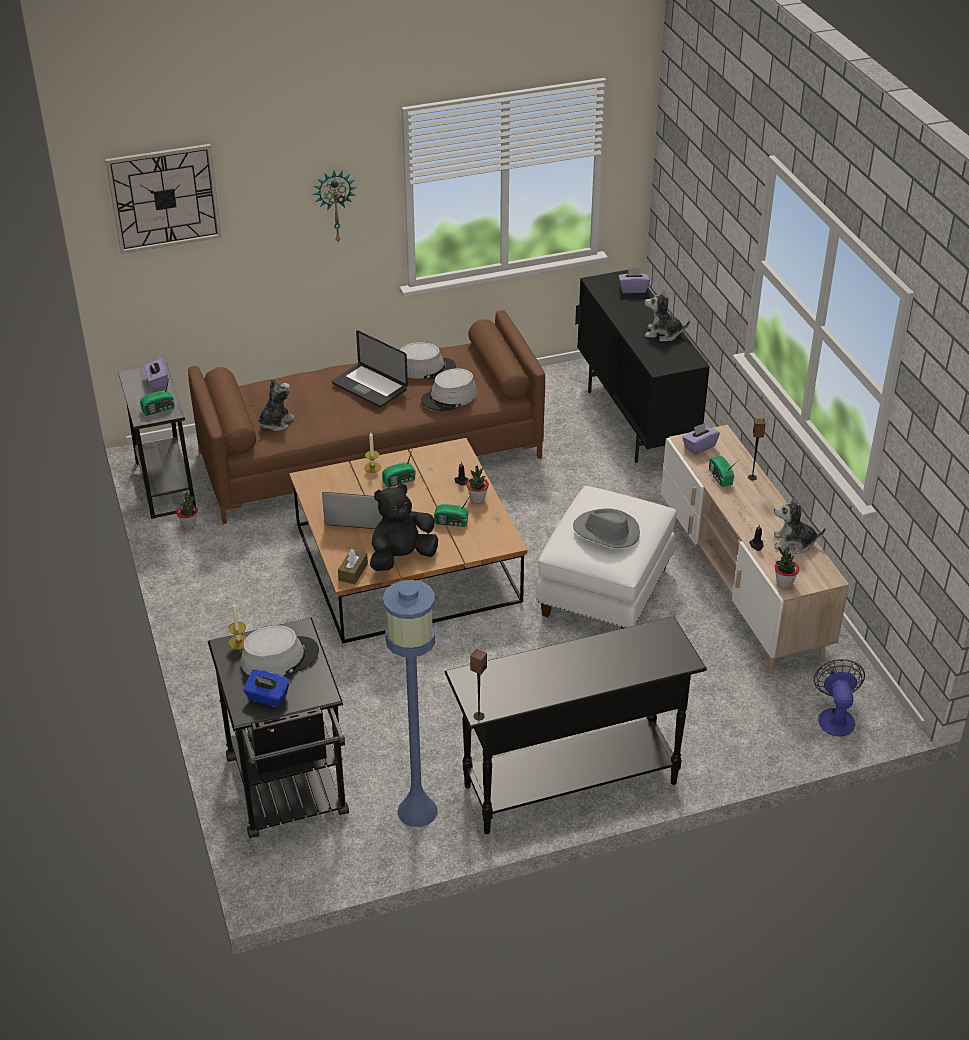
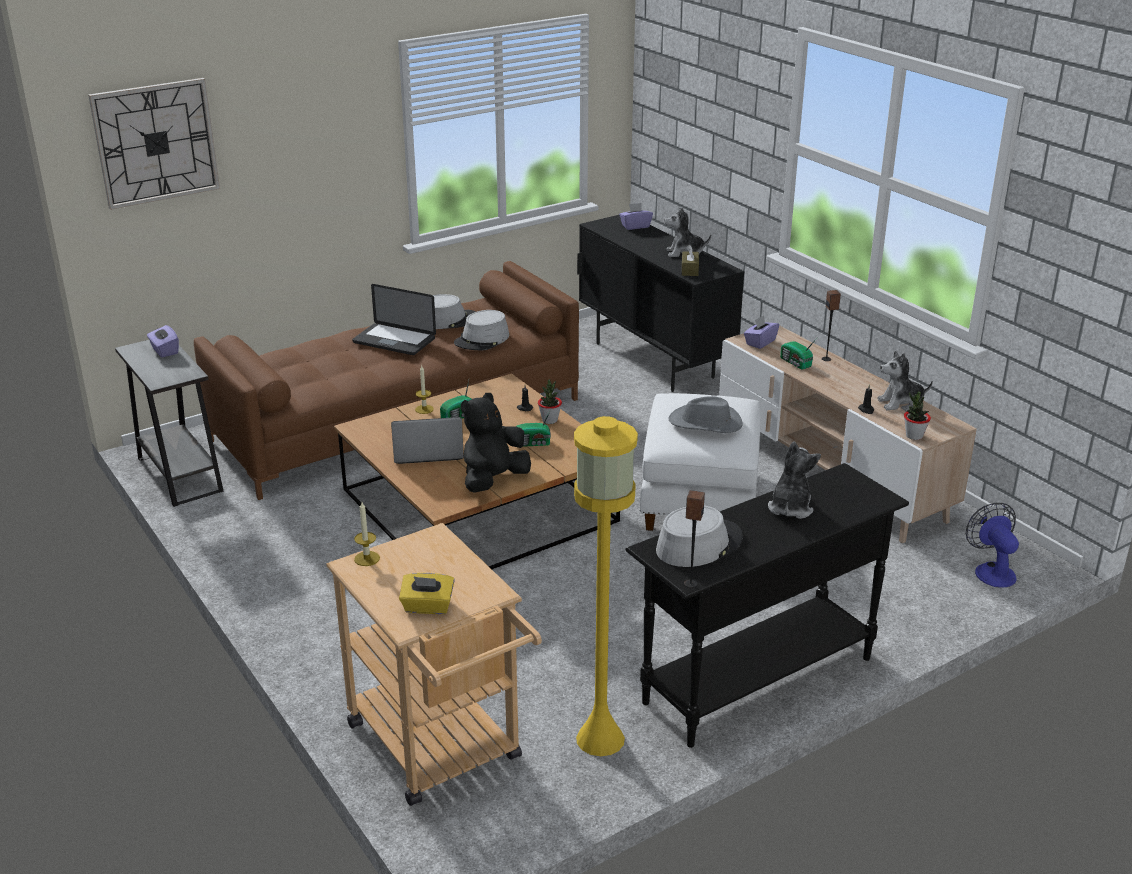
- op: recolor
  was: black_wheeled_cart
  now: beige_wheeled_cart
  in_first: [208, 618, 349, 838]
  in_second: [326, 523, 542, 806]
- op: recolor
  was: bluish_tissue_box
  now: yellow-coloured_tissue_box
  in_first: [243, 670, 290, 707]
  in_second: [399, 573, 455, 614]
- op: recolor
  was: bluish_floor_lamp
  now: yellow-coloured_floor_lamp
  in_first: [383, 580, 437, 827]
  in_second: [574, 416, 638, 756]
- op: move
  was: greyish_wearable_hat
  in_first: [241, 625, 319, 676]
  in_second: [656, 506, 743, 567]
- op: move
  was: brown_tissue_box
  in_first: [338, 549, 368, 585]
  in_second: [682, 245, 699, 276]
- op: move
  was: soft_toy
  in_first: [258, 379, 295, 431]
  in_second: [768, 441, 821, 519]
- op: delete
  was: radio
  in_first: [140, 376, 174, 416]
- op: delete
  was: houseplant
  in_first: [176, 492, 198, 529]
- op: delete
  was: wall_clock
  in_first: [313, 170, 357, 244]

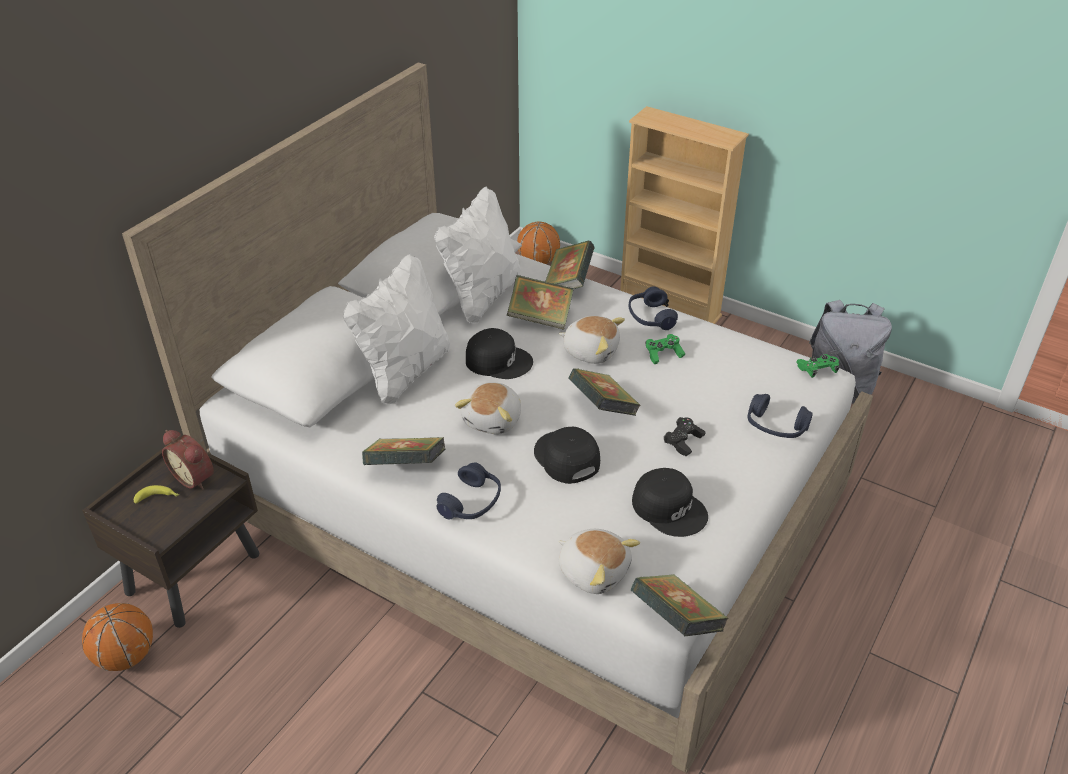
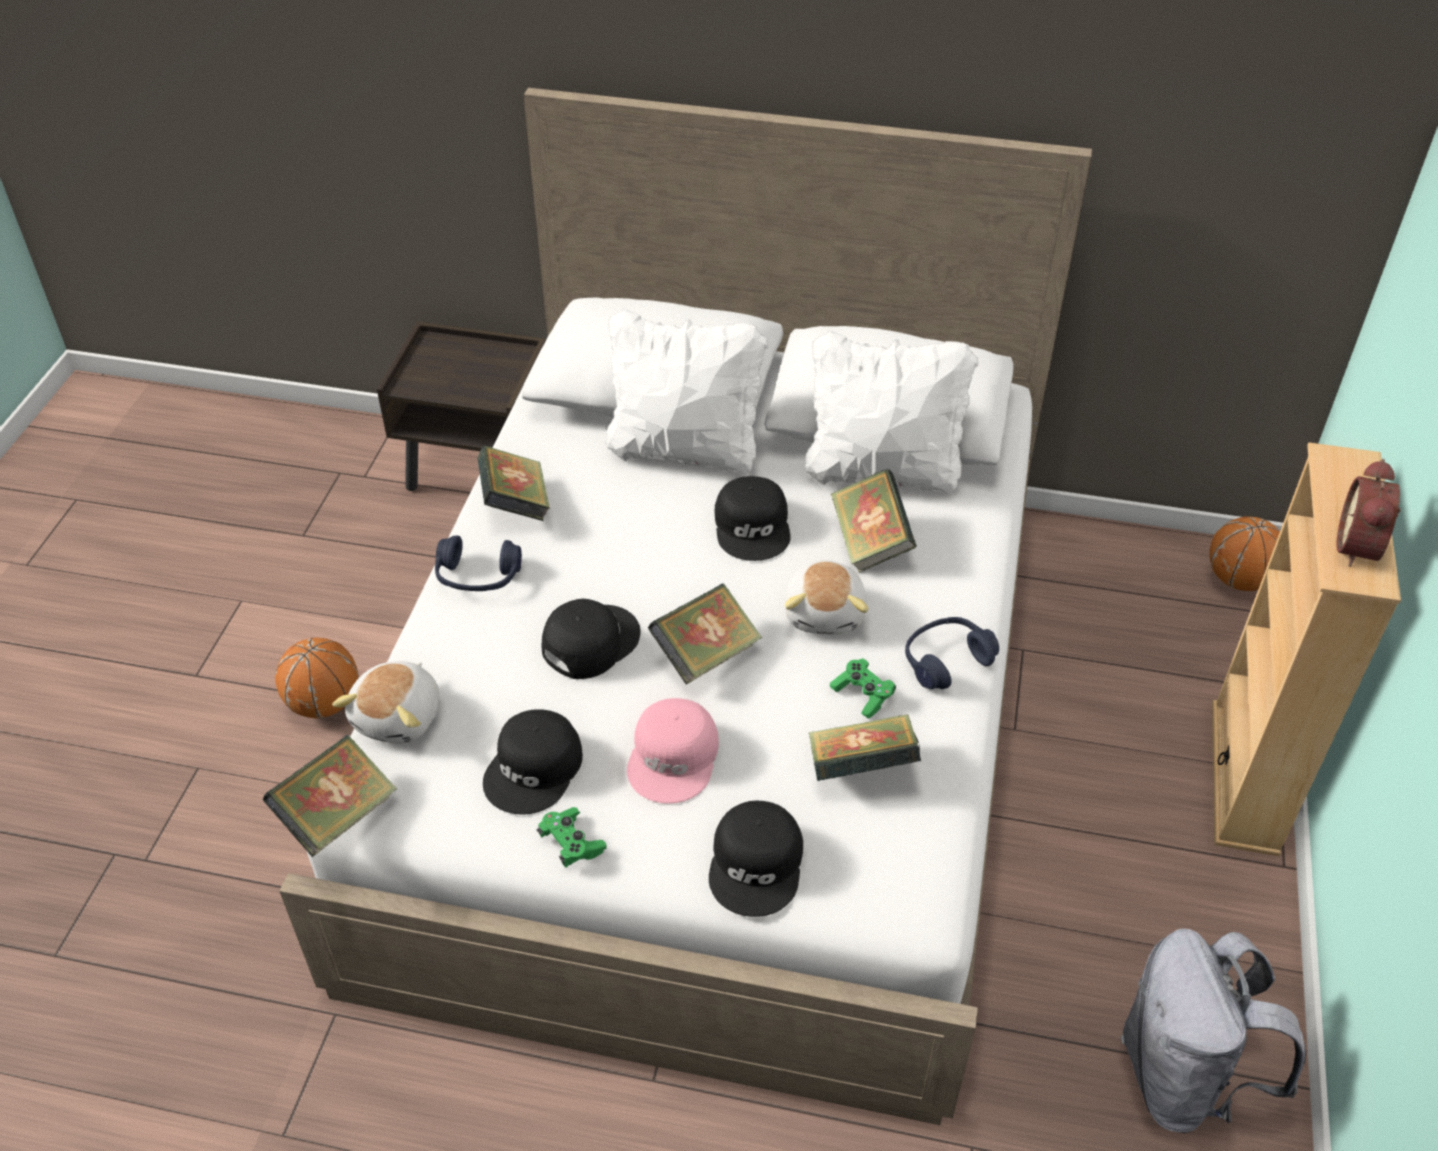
- op: move
  was: basketball
  in_first: [82, 603, 153, 671]
  in_second: [275, 637, 359, 718]
- op: move
  was: green_joypad
  in_first: [797, 354, 839, 378]
  in_second: [537, 807, 607, 867]
- op: replace
  was: black_joypad
  now: pink-coloured_baseball_cap
  in_first: [664, 417, 706, 456]
  in_second: [627, 698, 719, 804]
- op: replace
  was: bluish_headset
  now: black_baseball_cap
  in_first: [748, 394, 813, 438]
  in_second: [709, 801, 803, 917]
- op: move
  was: bound_book
  in_first: [545, 240, 595, 289]
  in_second: [809, 714, 921, 781]
- op: move
  was: table_clock
  in_first: [162, 430, 214, 490]
  in_second: [1336, 459, 1401, 567]
- op: delete
  was: whole_banana
  in_first: [134, 485, 179, 504]
- op: delete
  was: soft_toy
  in_first: [455, 382, 521, 434]

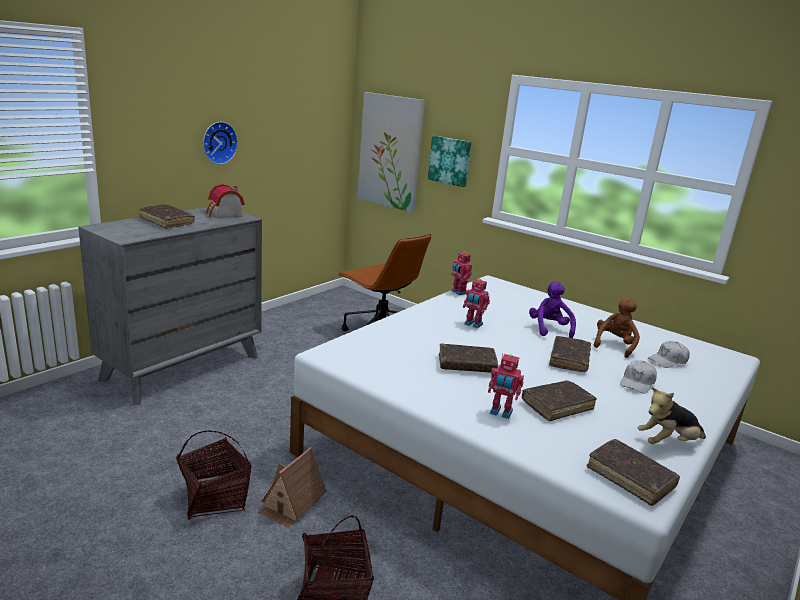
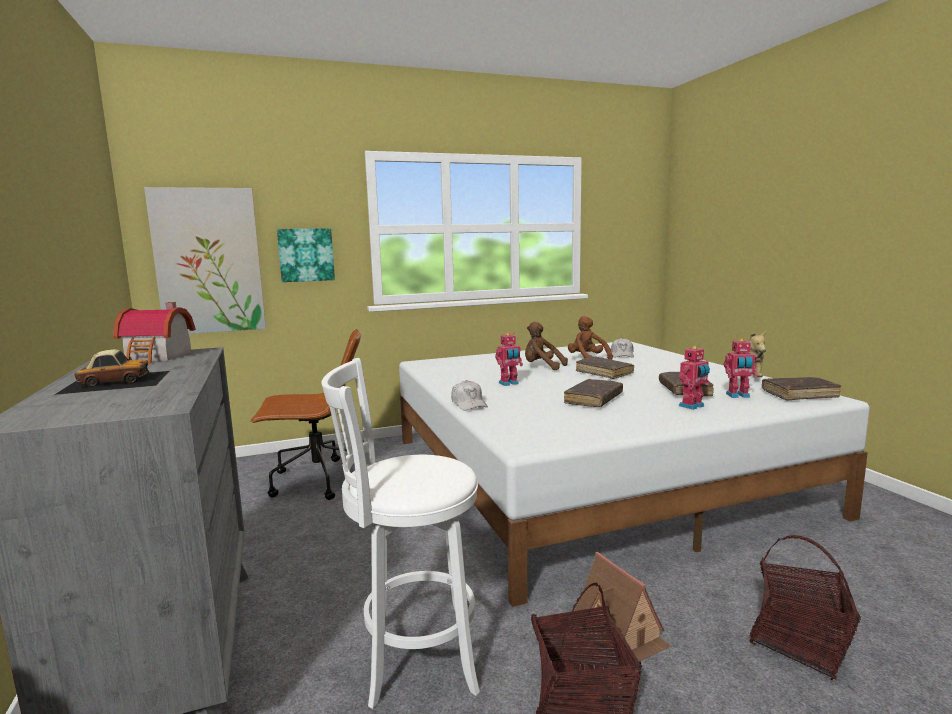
- op: replace
  was: brown_bound_book
  now: model_car
  in_first: [140, 204, 195, 229]
  in_second: [54, 349, 169, 395]
- op: insert
  now: white_stool_seat
  in_second: [322, 358, 480, 709]
- op: move
  was: white_baseball_cap
  in_first: [620, 360, 657, 394]
  in_second: [451, 380, 488, 411]
- op: recolor
  was: purplish_soft_toy
  now: brown_soft_toy
  in_first: [529, 281, 576, 338]
  in_second: [525, 321, 568, 370]
- op: move
  was: model_robot
  in_first: [450, 251, 472, 295]
  in_second: [724, 339, 757, 398]
- op: delete
  was: wall_clock
  in_first: [203, 122, 238, 164]

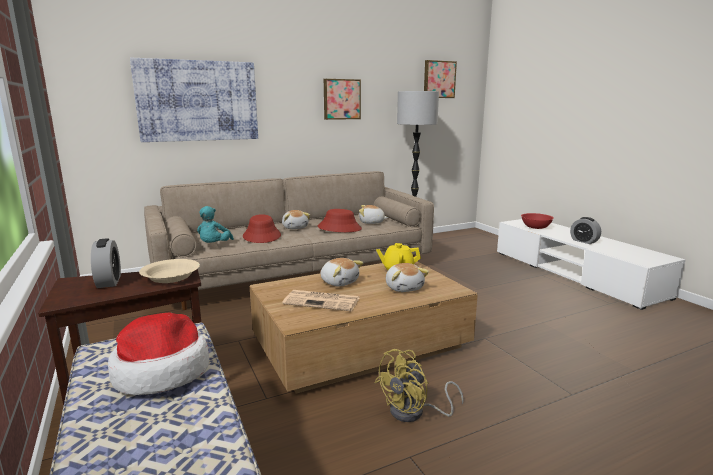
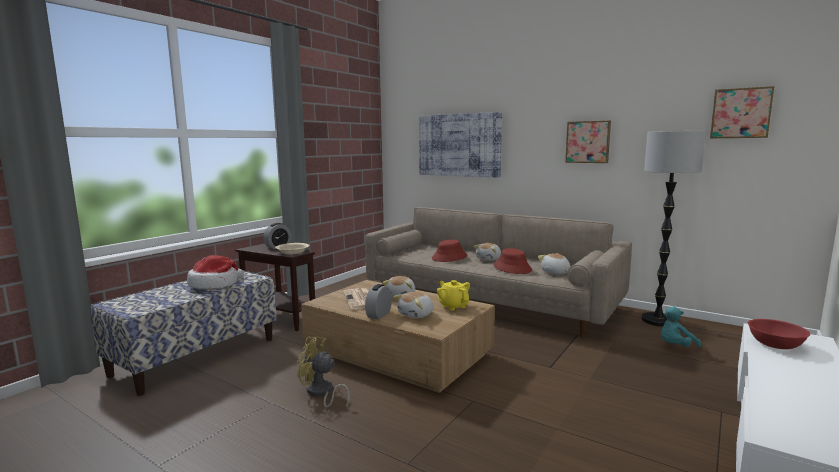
- op: move
  was: table_clock
  in_first: [570, 217, 601, 244]
  in_second: [365, 284, 392, 320]
- op: move
  was: turquoise_soft_toy
  in_first: [197, 206, 234, 243]
  in_second: [661, 306, 701, 347]

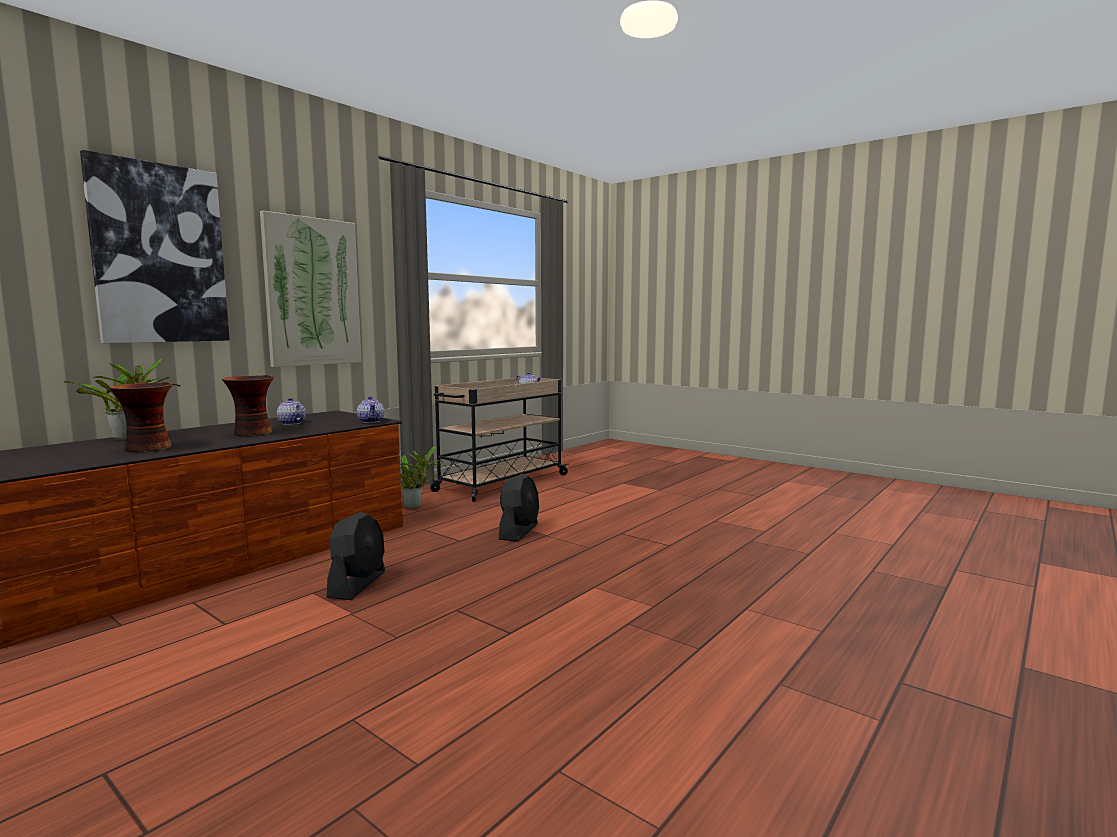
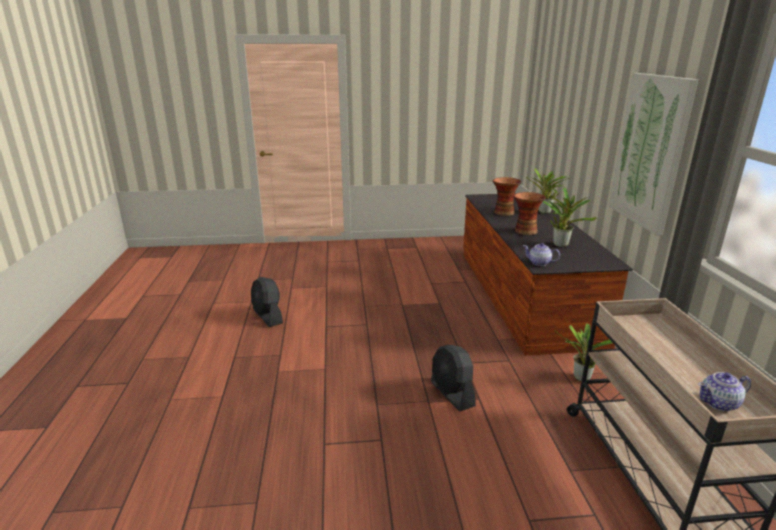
- op: move
  was: black_cooling_fan
  in_first: [327, 511, 385, 600]
  in_second: [251, 277, 283, 327]
- op: replace
  was: pot_for_tea
  now: houseplant
  in_first: [277, 398, 306, 425]
  in_second: [543, 187, 597, 247]
- op: delete
  was: wall_art
  in_first: [80, 150, 230, 343]

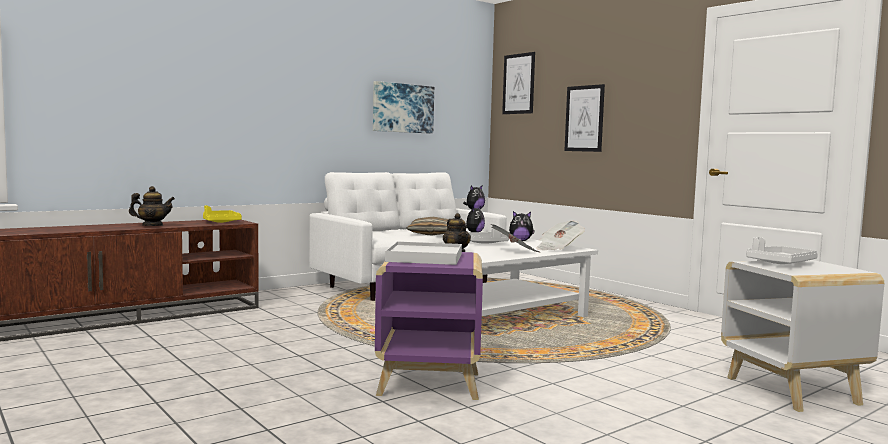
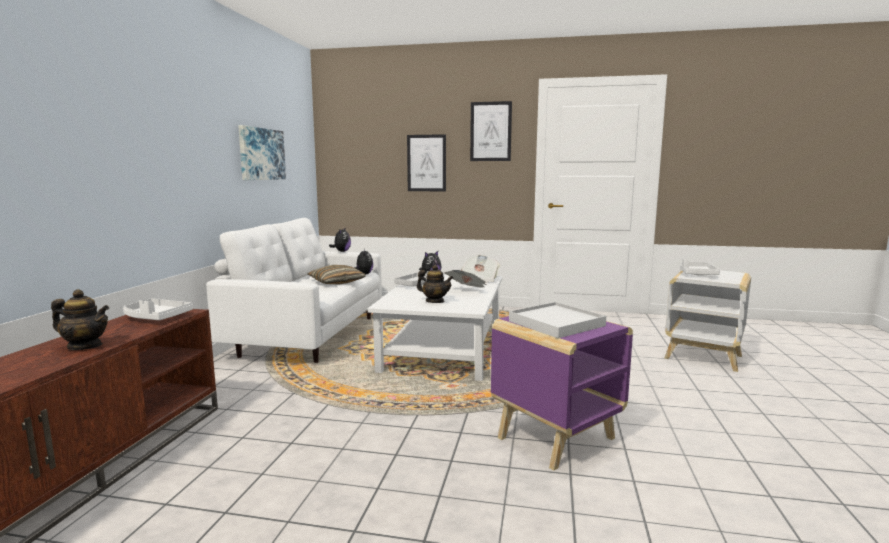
- op: rotate
  was: pot_for_tea
  in_first: [129, 186, 175, 226]
  in_second: [51, 289, 109, 350]
  clockwise: 60
- op: recolor
  was: yellow-coloured_carrying_tray
  now: white_carrying_tray
  in_first: [203, 206, 242, 223]
  in_second: [123, 299, 193, 320]
- op: move
  was: wall_art
  in_first: [502, 52, 535, 114]
  in_second: [470, 101, 512, 161]

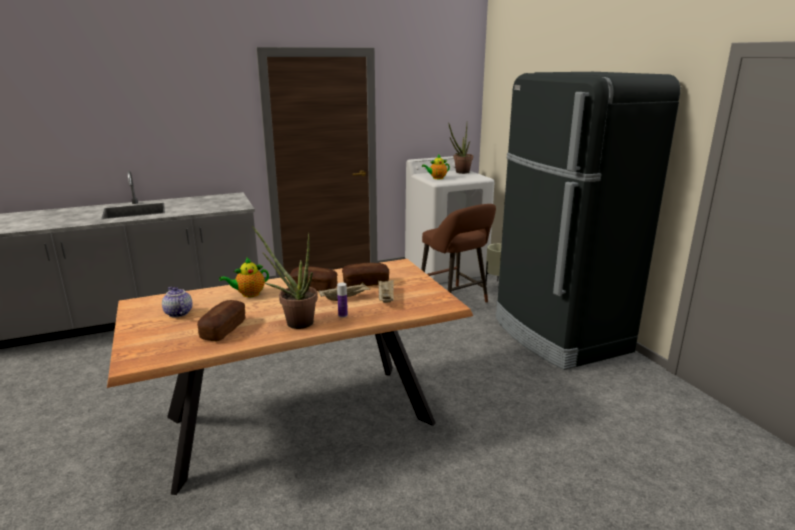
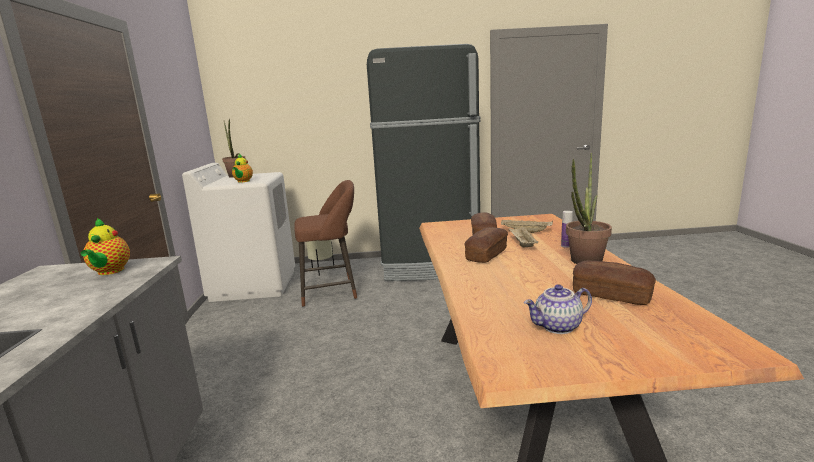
- op: move
  was: pot_for_tea
  in_first: [219, 257, 269, 297]
  in_second: [80, 218, 130, 275]

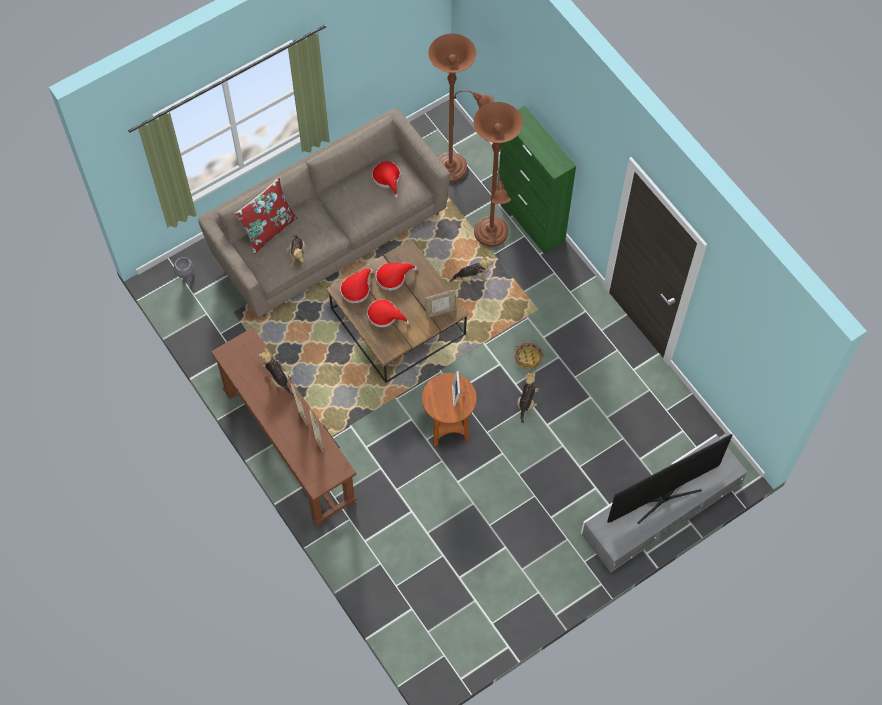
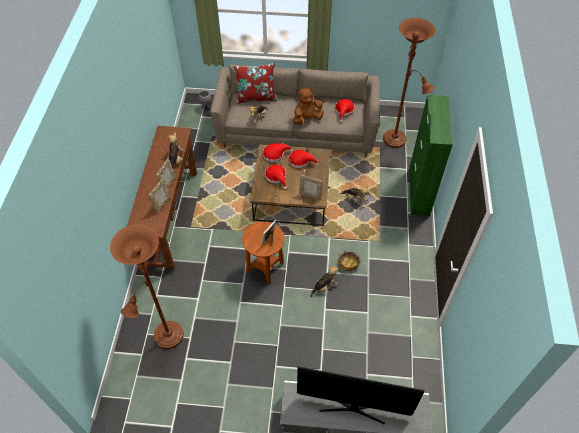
- op: move
  was: brown_floor_lamp
  in_first: [473, 102, 523, 247]
  in_second: [110, 224, 184, 349]
- op: insert
  now: brown_soft_toy
  in_second: [293, 87, 324, 125]

